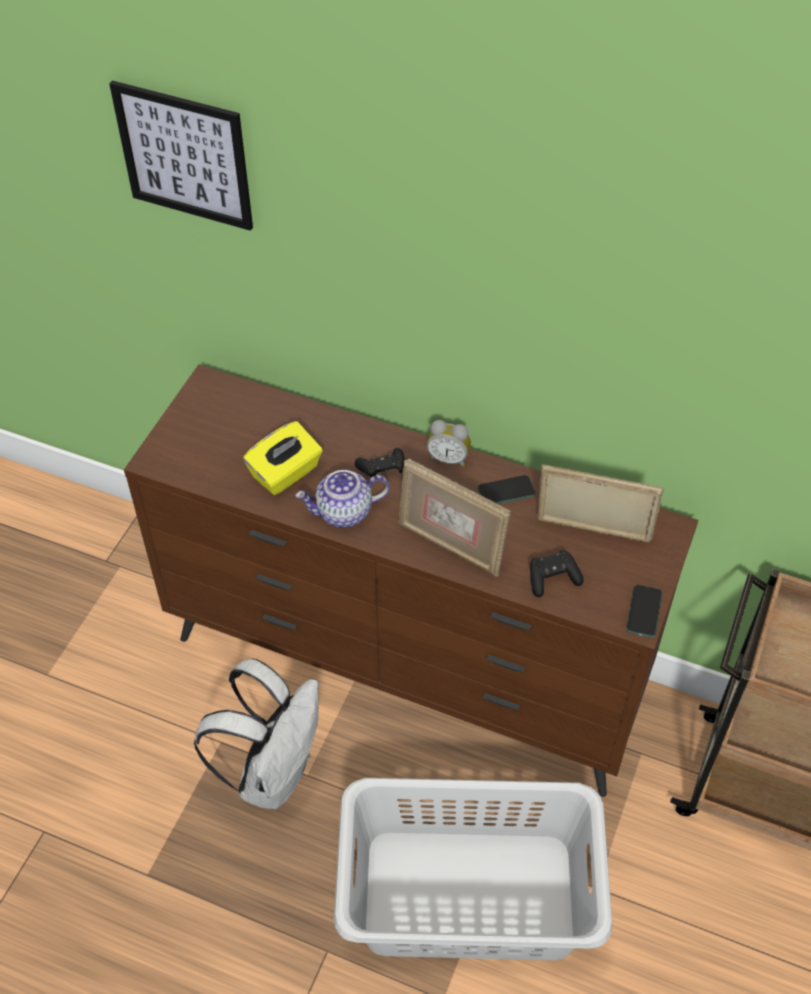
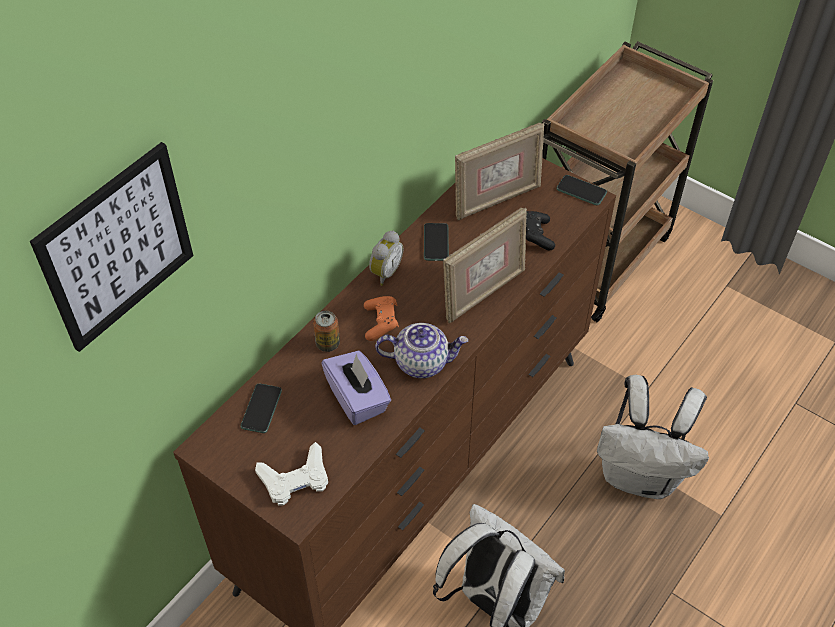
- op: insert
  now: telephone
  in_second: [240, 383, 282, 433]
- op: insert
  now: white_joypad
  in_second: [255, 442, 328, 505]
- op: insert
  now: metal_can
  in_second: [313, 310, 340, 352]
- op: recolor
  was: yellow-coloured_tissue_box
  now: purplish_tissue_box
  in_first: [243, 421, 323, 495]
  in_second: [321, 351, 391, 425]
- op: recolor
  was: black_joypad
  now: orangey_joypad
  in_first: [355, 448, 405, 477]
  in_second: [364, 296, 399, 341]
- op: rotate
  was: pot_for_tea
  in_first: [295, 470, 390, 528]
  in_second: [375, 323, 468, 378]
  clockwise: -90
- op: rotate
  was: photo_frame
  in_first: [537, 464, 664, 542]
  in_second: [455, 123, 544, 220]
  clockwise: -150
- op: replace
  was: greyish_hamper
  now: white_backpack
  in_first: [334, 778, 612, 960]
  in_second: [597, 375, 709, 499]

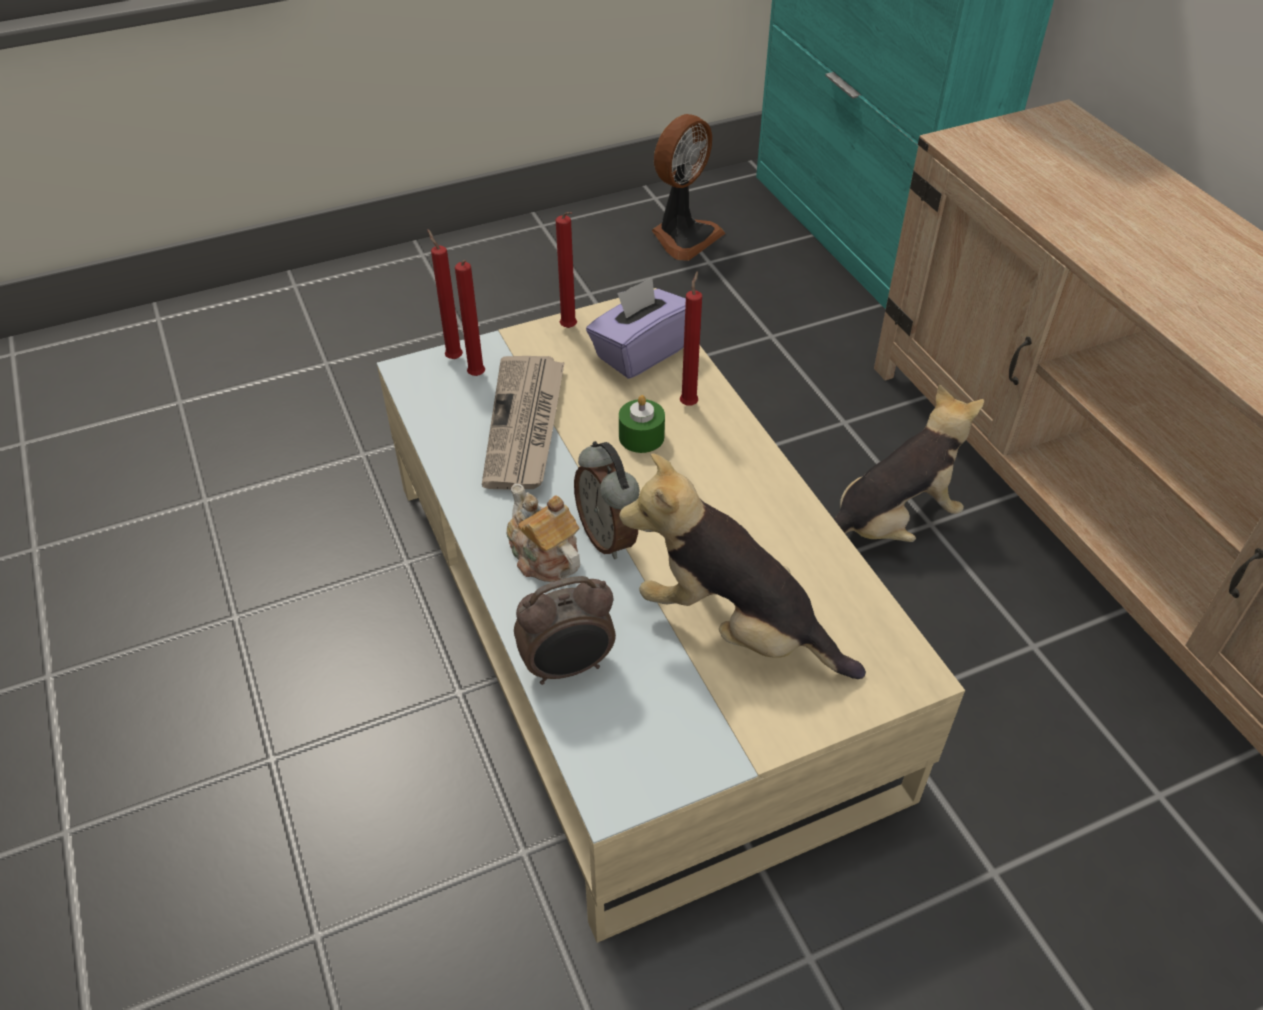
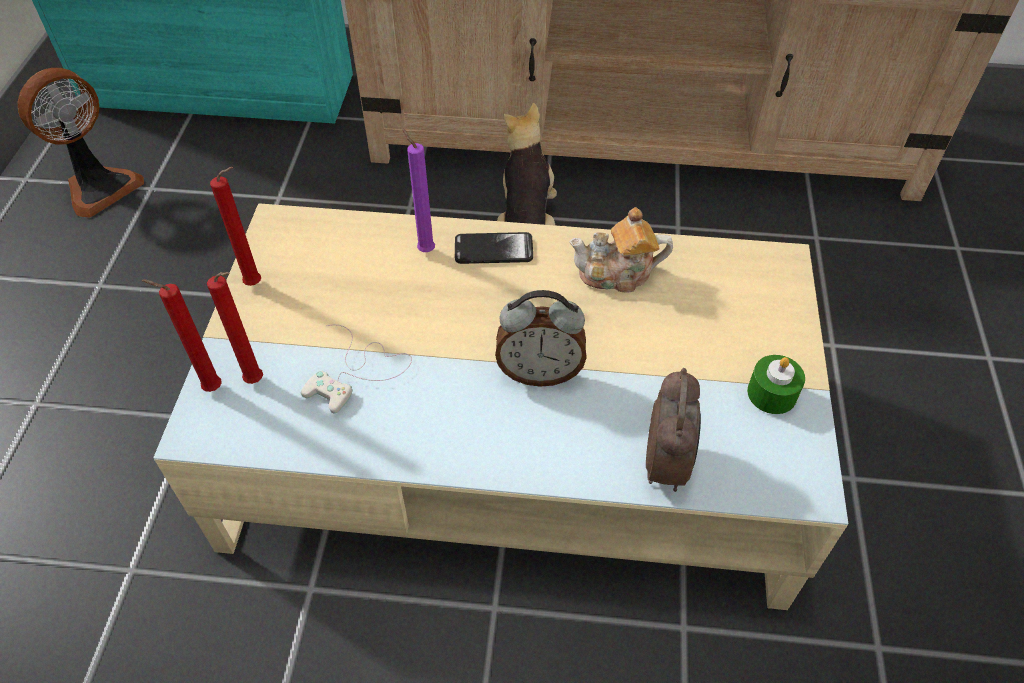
- op: rotate
  was: cooling_fan
  in_first: [652, 114, 726, 261]
  in_second: [18, 68, 144, 218]
  clockwise: 60
- op: replace
  was: newspaper
  now: white_joypad
  in_first: [482, 356, 565, 489]
  in_second: [301, 325, 412, 413]
- op: recolor
  was: red-coloured_wax_candle
  now: purplish_wax_candle
  in_first: [680, 271, 702, 406]
  in_second: [402, 128, 435, 252]
- op: insert
  now: telephone
  in_second: [455, 232, 533, 264]
- op: move
  was: pot_for_tea
  in_first: [507, 483, 580, 582]
  in_second: [569, 207, 673, 292]
- op: move
  was: green_wax_candle
  in_first: [619, 395, 665, 453]
  in_second: [747, 355, 805, 414]
- op: delete
  was: purplish_tissue_box
  in_first: [586, 277, 686, 379]
- op: delete
  was: soft_toy
  in_first: [619, 453, 866, 679]

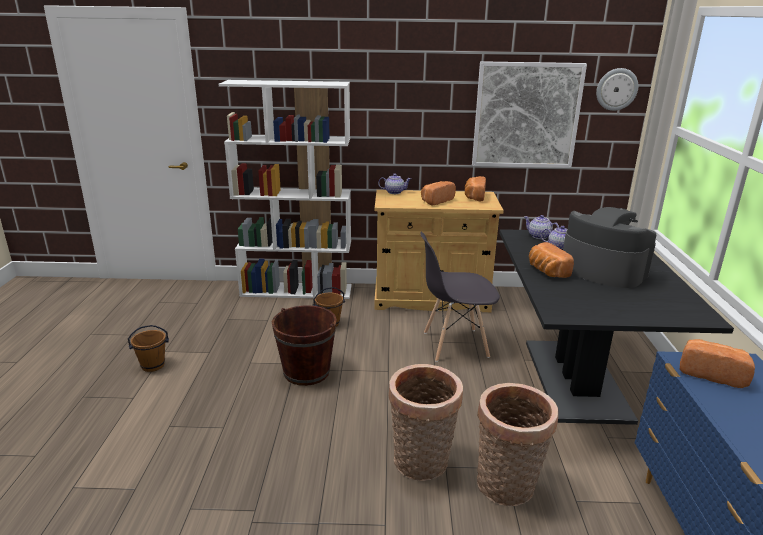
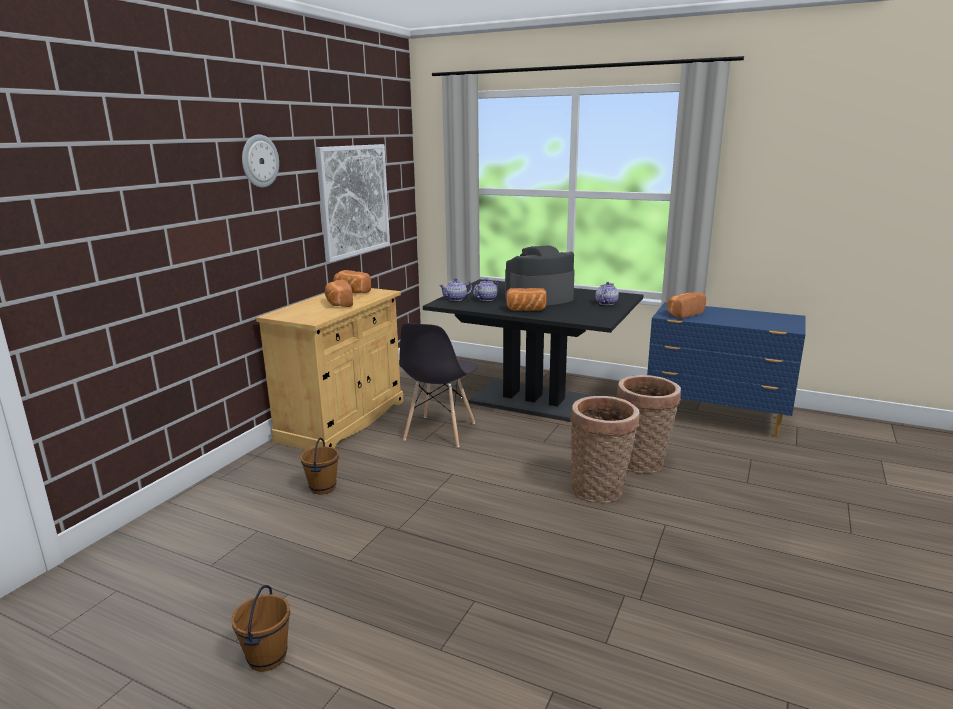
- op: move
  was: wall_clock
  in_first: [596, 68, 638, 111]
  in_second: [242, 134, 279, 188]
- op: move
  was: pot_for_tea
  in_first: [378, 174, 411, 194]
  in_second: [596, 282, 619, 305]
- op: delete
  was: white_shelving_unit
  in_first: [219, 80, 352, 299]
- op: delete
  was: brown_water_bucket
  in_first: [272, 305, 337, 386]

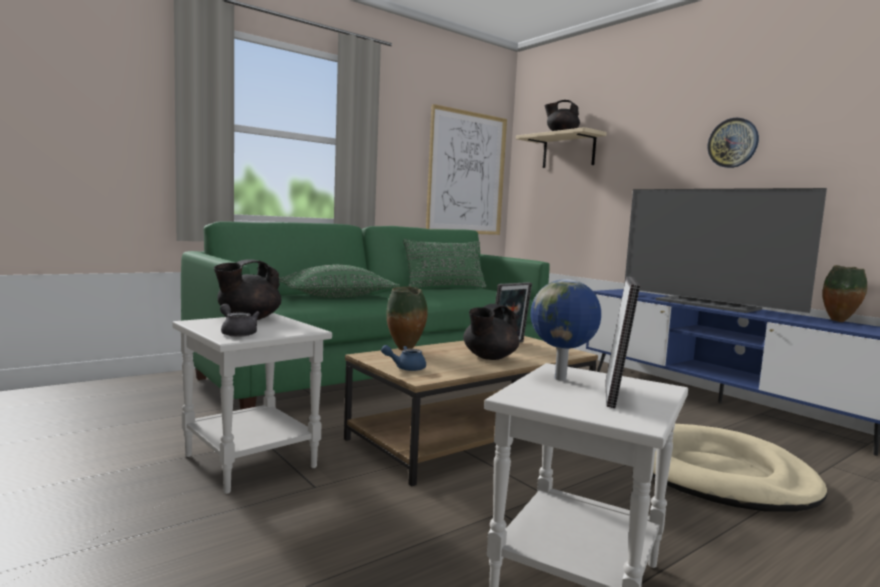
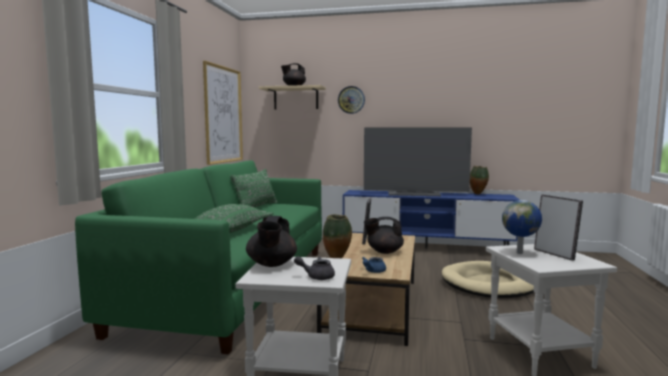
- op: move
  was: wall_clock
  in_first: [708, 118, 759, 168]
  in_second: [338, 86, 365, 114]
- op: rotate
  was: black_pot_for_tea
  in_first: [463, 304, 519, 360]
  in_second: [364, 217, 404, 254]
  clockwise: 90

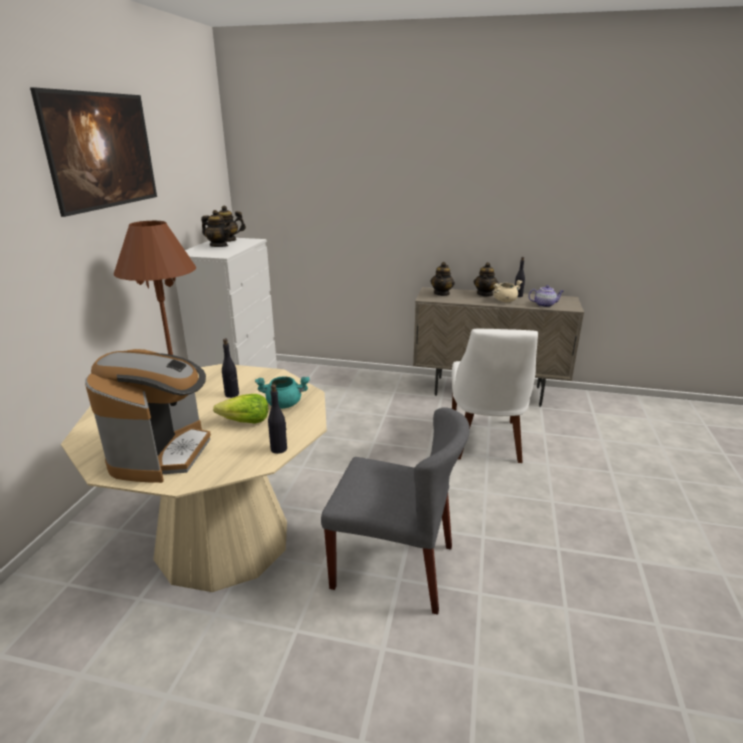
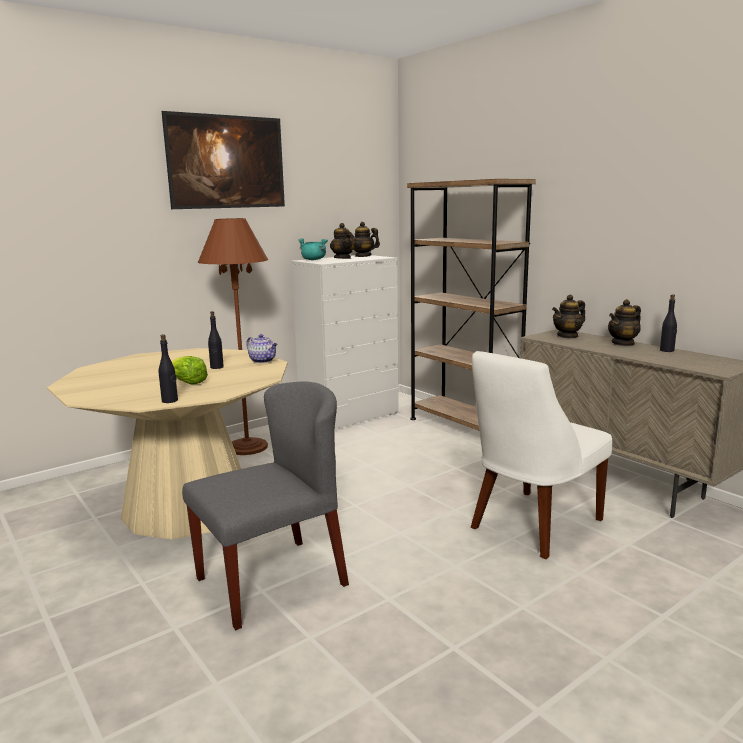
- op: rotate
  was: greyish_plain_chair
  in_first: [321, 407, 470, 615]
  in_second: [182, 381, 349, 630]
  clockwise: -90
- op: move
  was: pot_for_tea
  in_first: [528, 285, 564, 307]
  in_second: [246, 334, 277, 363]
- op: move
  was: turquoise_stockpot
  in_first: [255, 376, 310, 409]
  in_second: [298, 238, 328, 260]
- op: insert
  now: brown_shelving_unit
  in_second: [407, 179, 536, 430]
- op: delete
  was: coffee_machine
  in_first: [85, 349, 211, 483]
- op: delete
  was: beige_stockpot
  in_first: [493, 280, 523, 302]

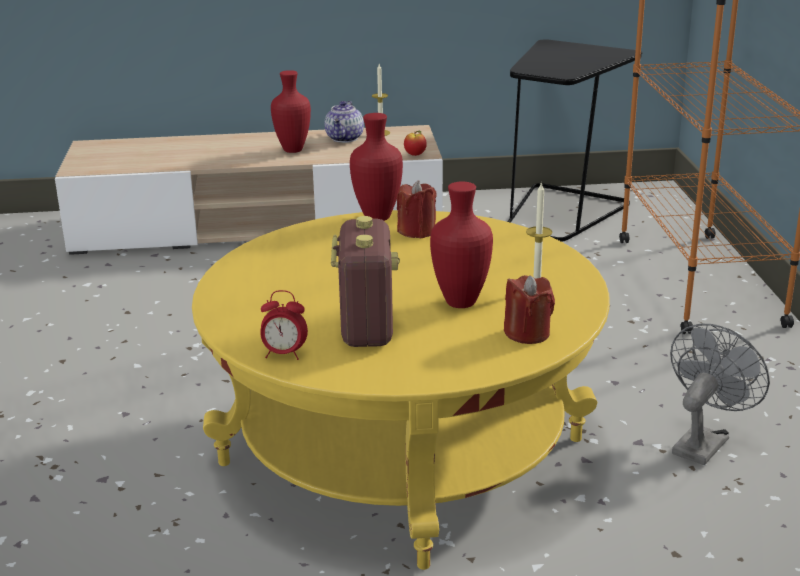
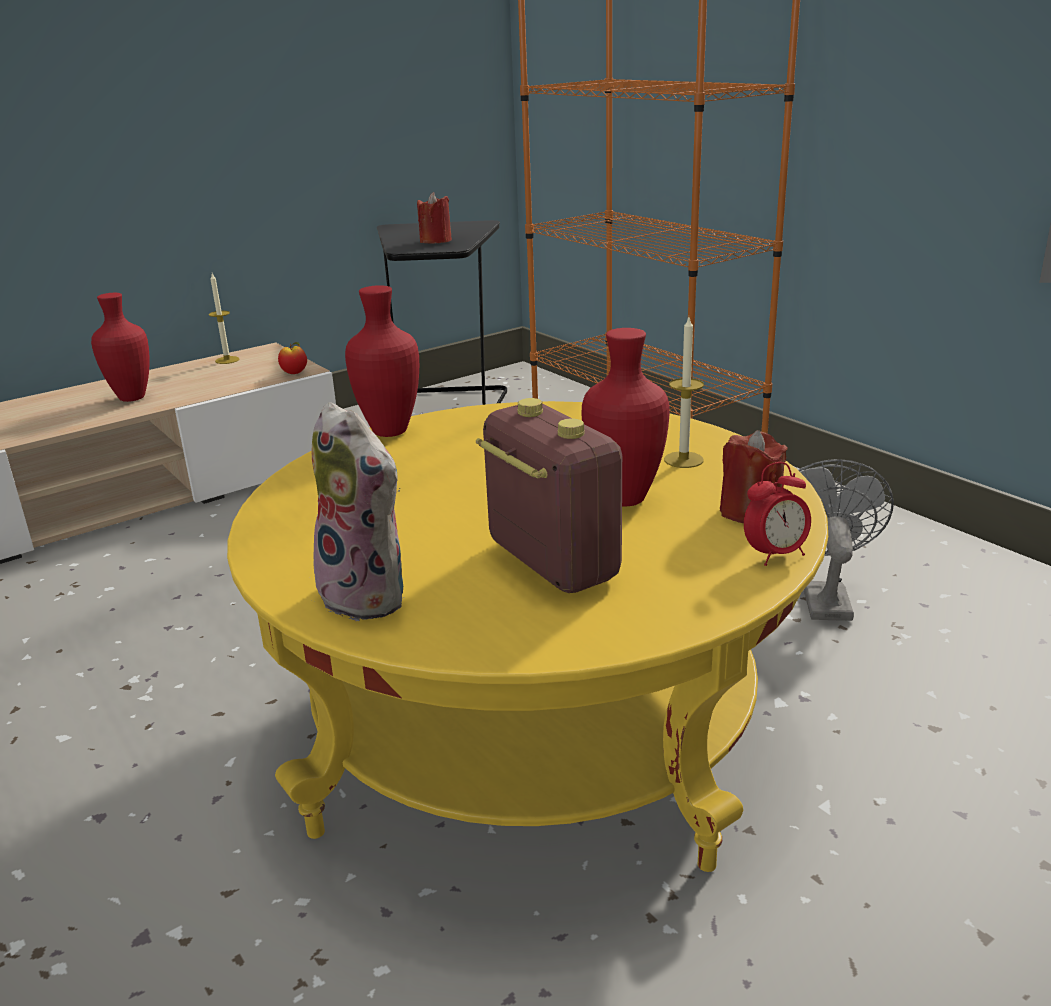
- op: insert
  now: soft_toy
  in_second: [311, 402, 403, 621]
- op: move
  was: red-coloured_wax_candle
  in_first: [397, 180, 437, 238]
  in_second: [417, 192, 452, 243]
- op: move
  was: table_clock
  in_first: [260, 290, 308, 360]
  in_second: [744, 462, 811, 566]
- op: delete
  was: pot_for_tea
  in_first: [324, 101, 364, 143]

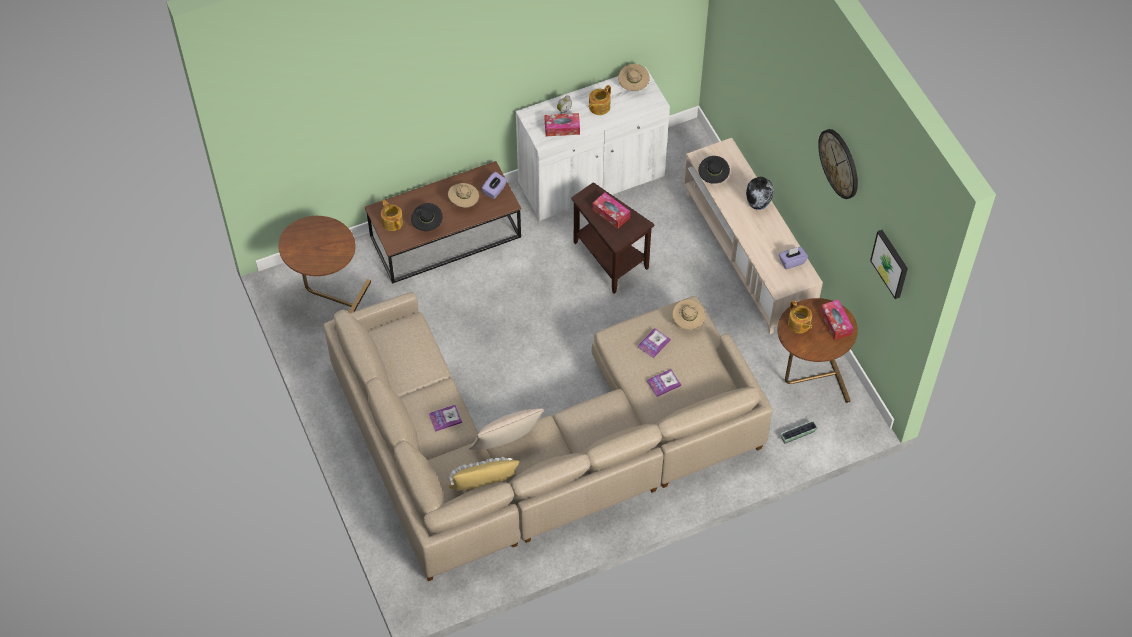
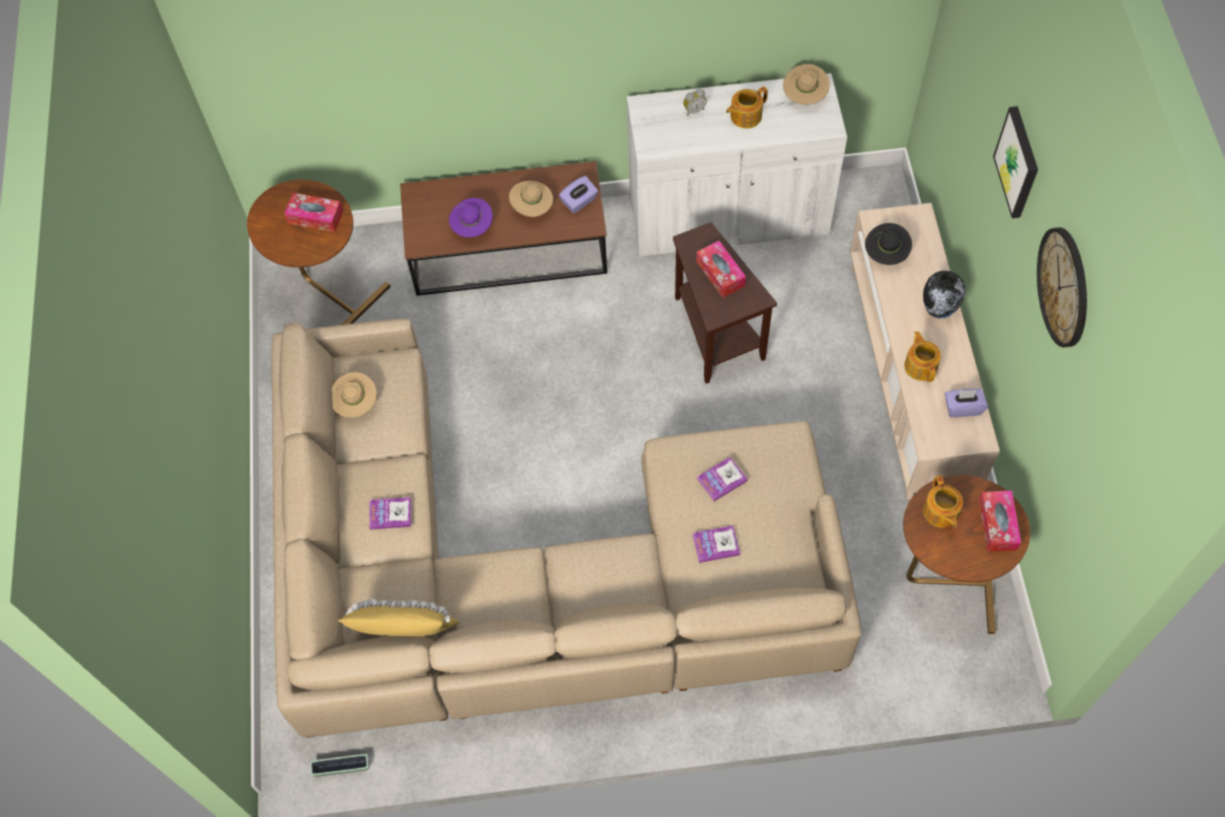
- op: move
  was: tissue_box
  in_first: [545, 113, 580, 136]
  in_second: [284, 193, 343, 232]
- op: move
  was: plant_pot
  in_first: [781, 421, 818, 444]
  in_second: [310, 754, 368, 776]
- op: move
  was: beige_wearable_hat
  in_first: [672, 299, 705, 330]
  in_second: [332, 372, 377, 418]
- op: recolor
  was: black_wearable_hat
  now: purplish_wearable_hat
  in_first: [411, 203, 442, 231]
  in_second: [449, 198, 493, 237]
- op: move
  was: pot_for_tea
  in_first: [381, 200, 403, 231]
  in_second: [904, 331, 941, 382]
- op: move
  was: wall_art
  in_first: [870, 230, 908, 299]
  in_second: [993, 106, 1038, 218]
- op: delete
  was: beige_throw_pillow
  in_first: [469, 409, 544, 450]

